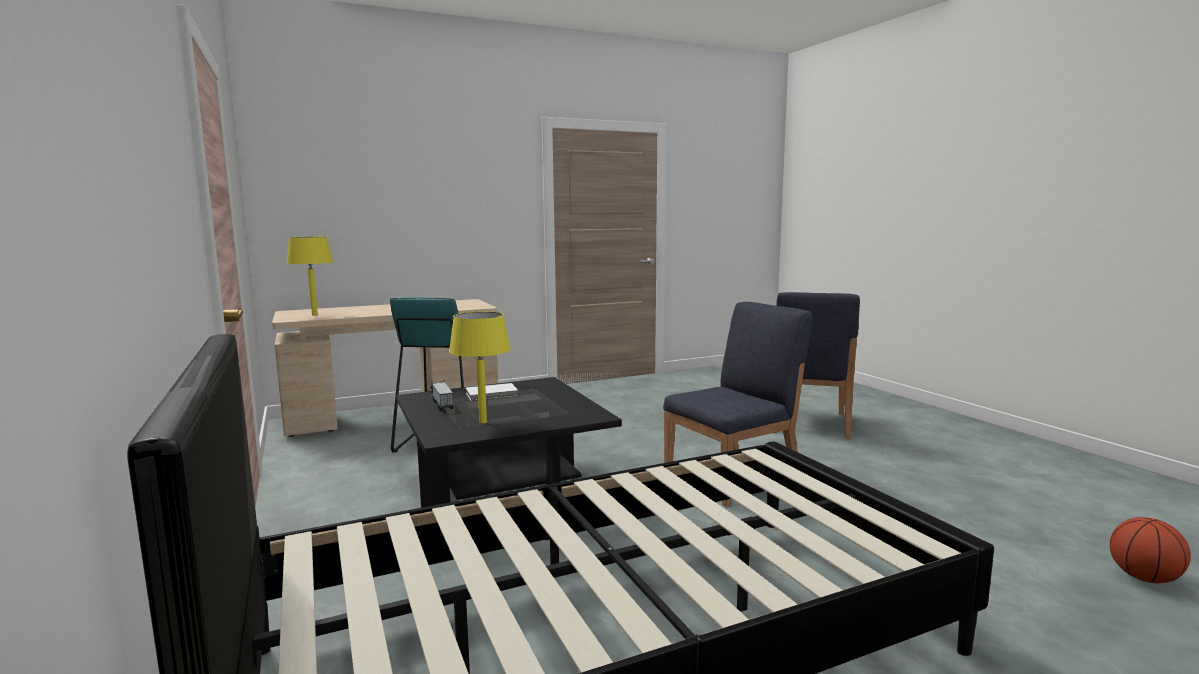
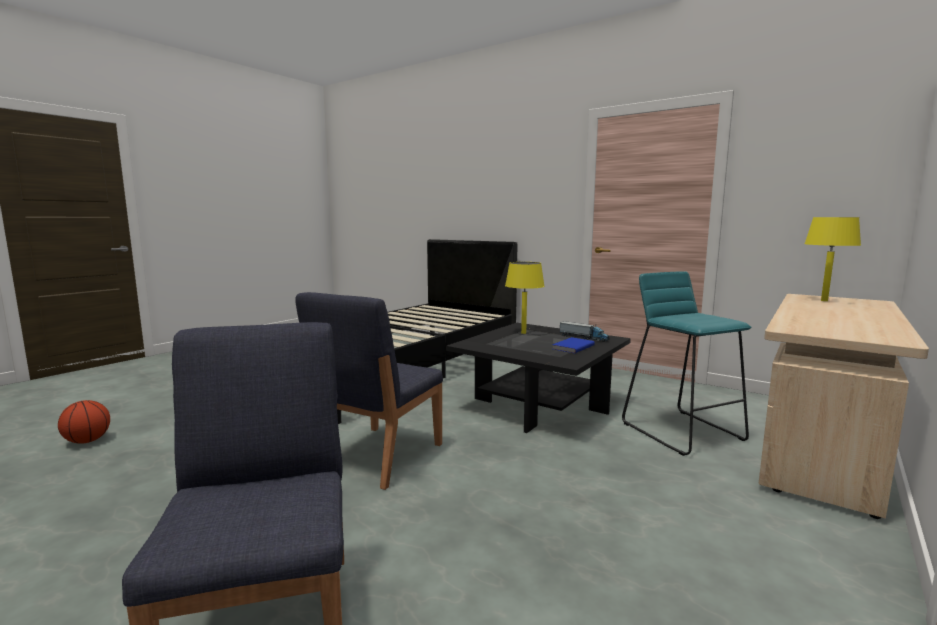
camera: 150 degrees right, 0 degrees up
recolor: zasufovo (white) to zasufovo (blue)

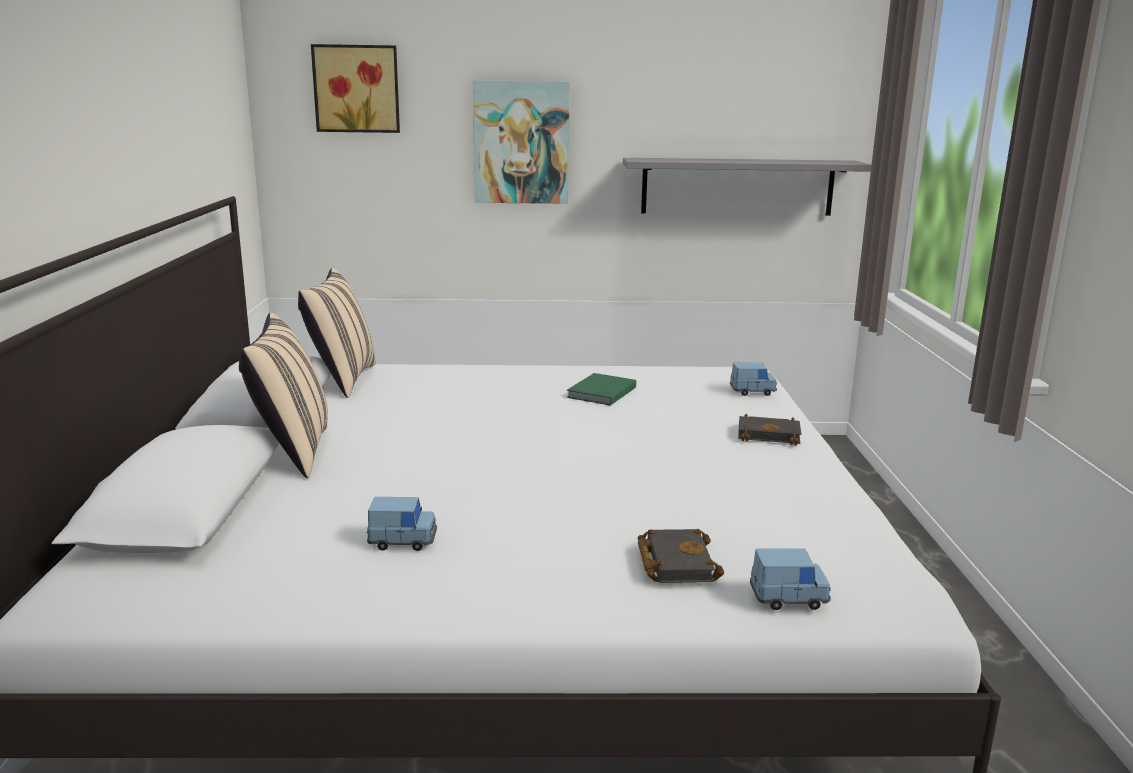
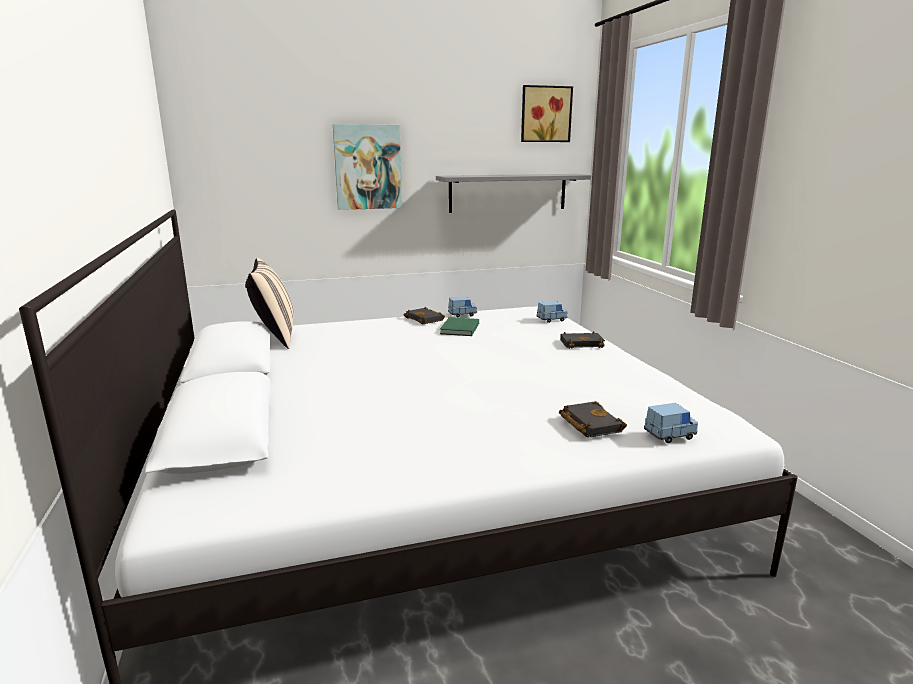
camera: 15 degrees left, 0 degrees up
delete: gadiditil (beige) (1st from left)
insert: zasufovo (black) (1st from left)
move: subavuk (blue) (1st from left); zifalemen (1st from left in the first image) to zifalemen (2nd from left)

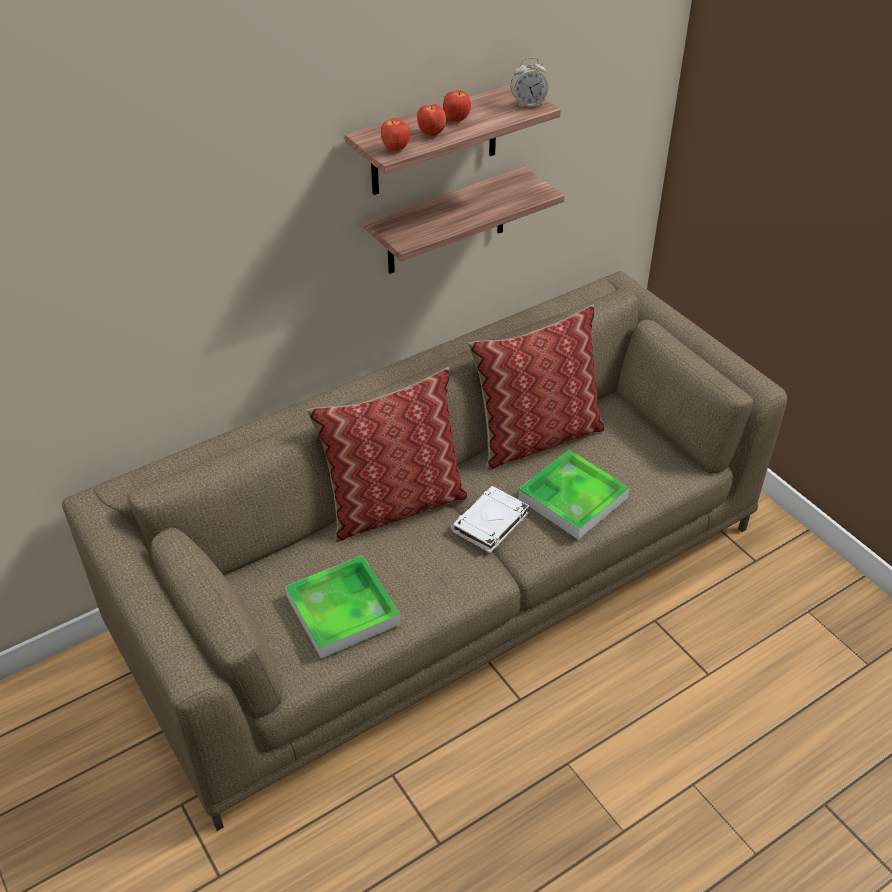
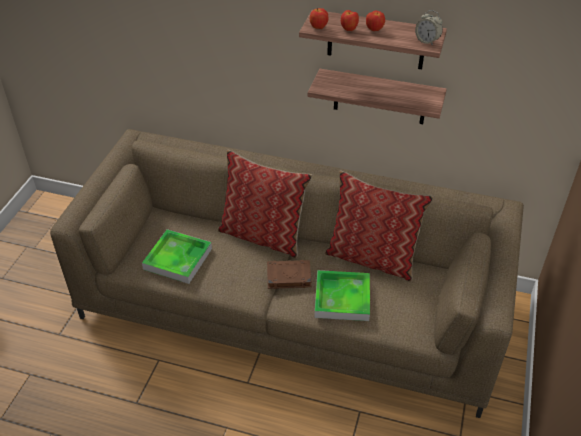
camera: 50 degrees right, 0 degrees up
recolor: zasufovo (white) to zasufovo (brown)

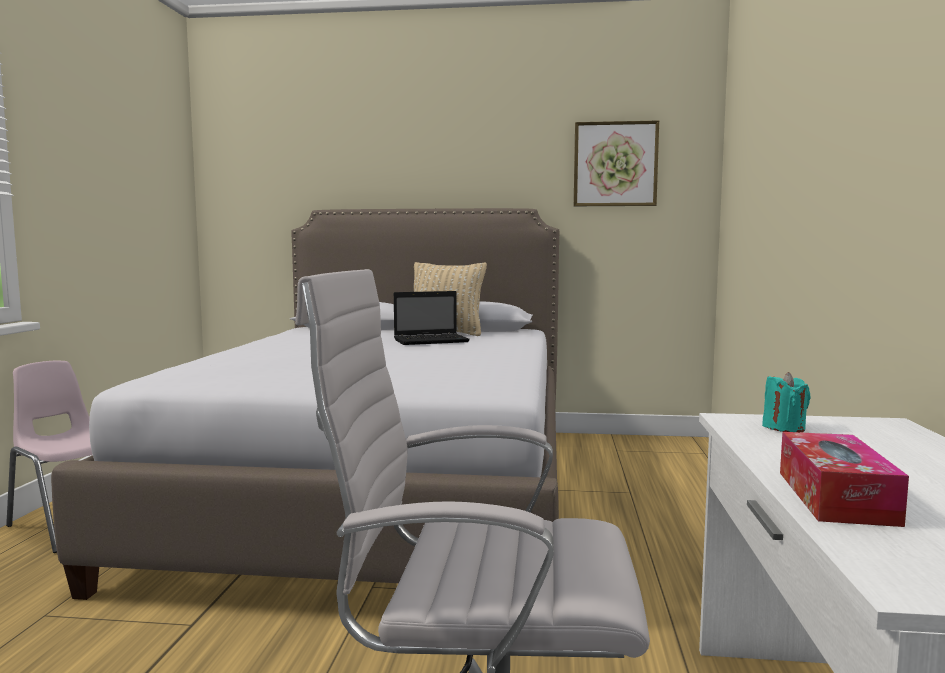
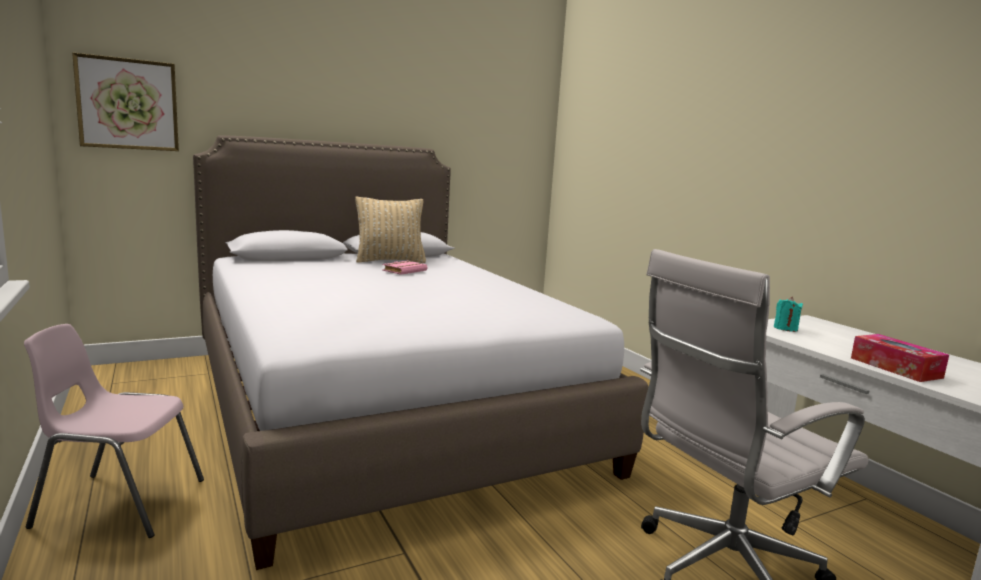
camera: 35 degrees left, 5 degrees up
move: zifalemen
replace: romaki to zasufovo (pink)

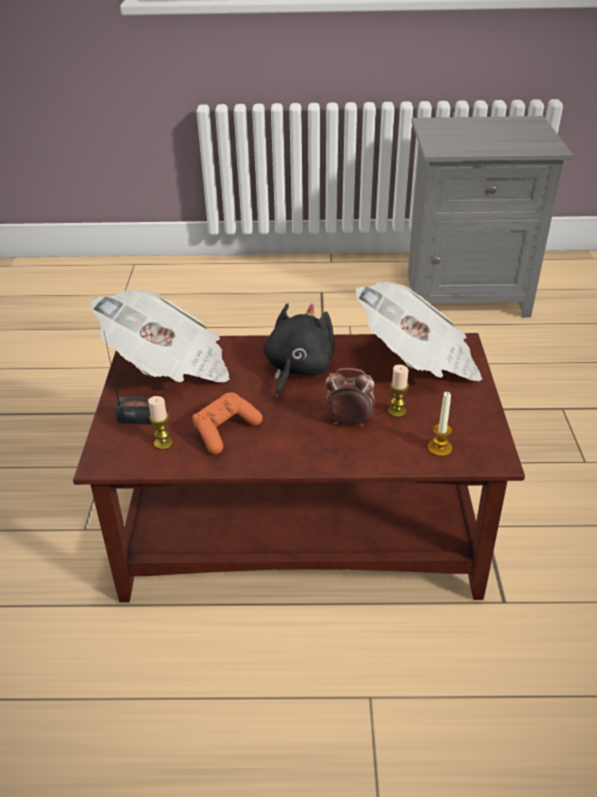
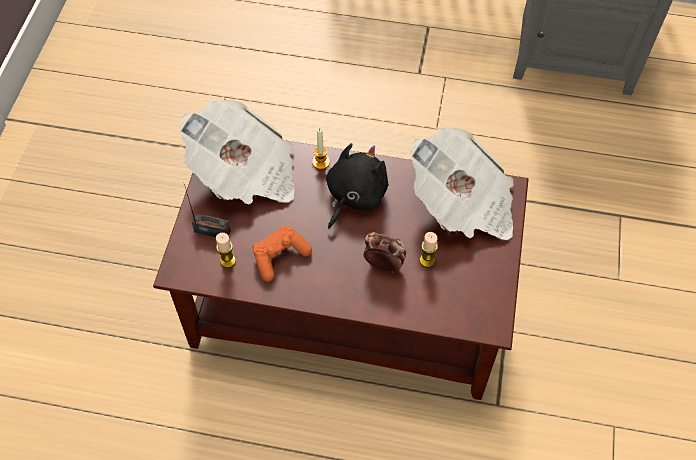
camera: 10 degrees right, 20 degrees up
move: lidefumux (3rd from left in the first image) to lidefumux (2nd from left)

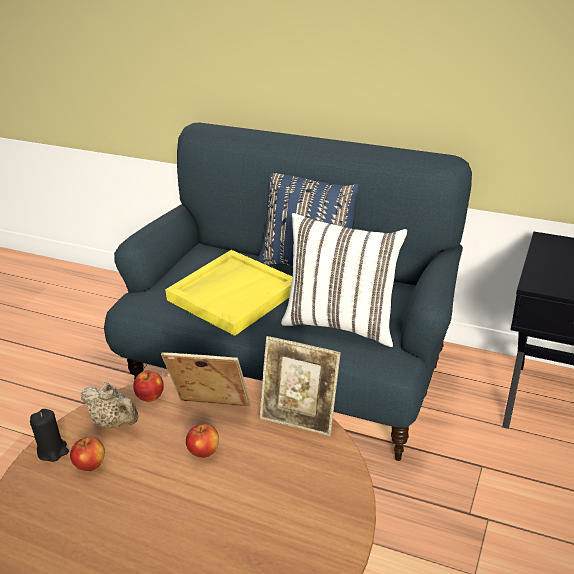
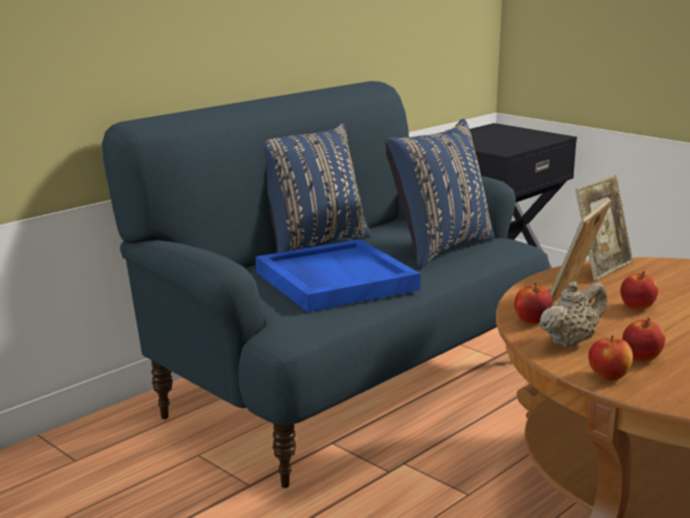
camera: 70 degrees left, 15 degrees down
replace: lidefumux (black) to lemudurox (2nd from left)
recolor: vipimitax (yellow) to vipimitax (blue); gadiditil (white) to gadiditil (blue) (2nd from left)

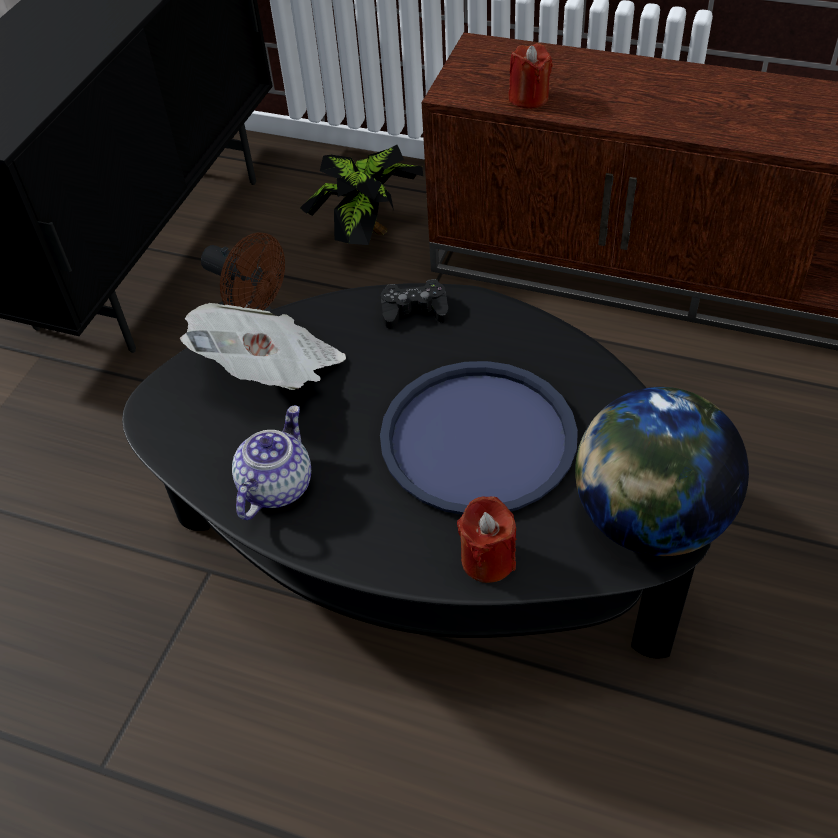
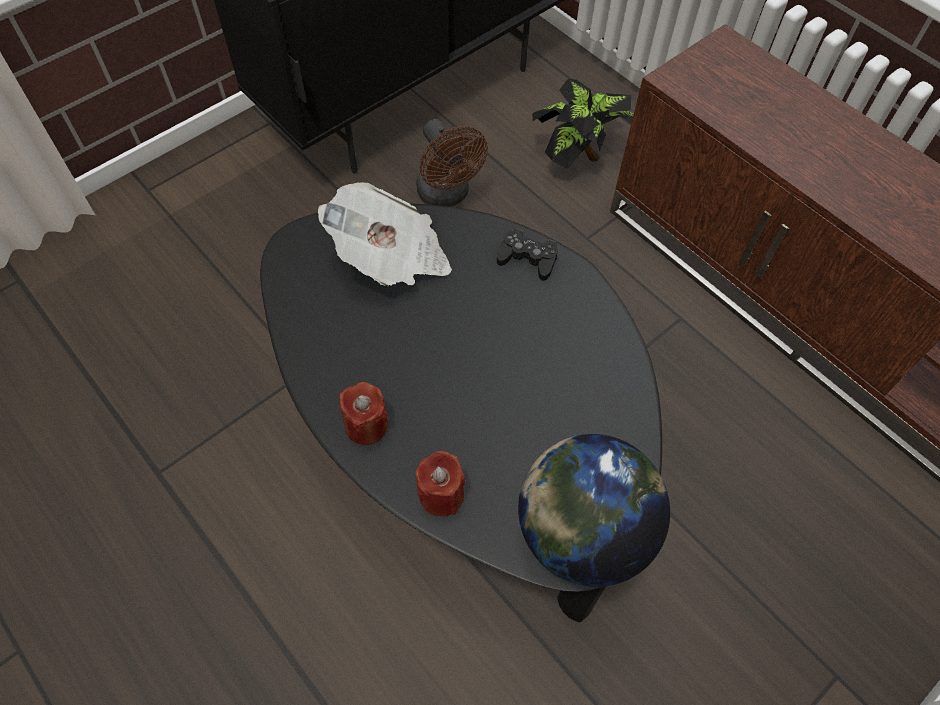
camera: 25 degrees right, 10 degrees up
delete: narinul; vipimitax (blue)
move: lidefumux (red) (2nd from left in the first image) to lidefumux (red) (1st from left)

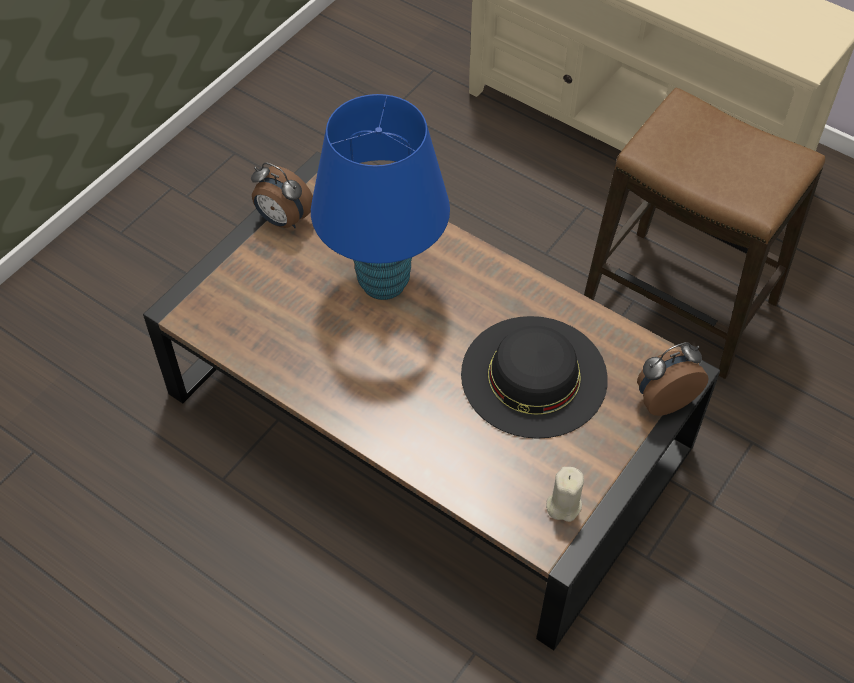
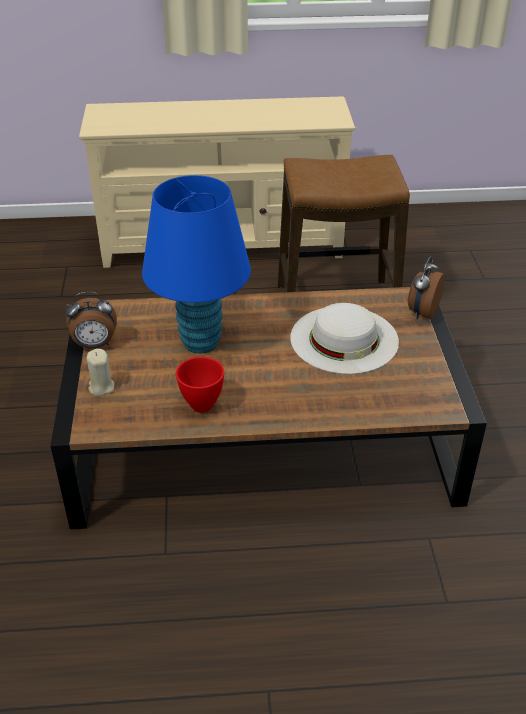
camera: 40 degrees left, 15 degrees down
insert: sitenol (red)
move: lidefumux (beige)
recolor: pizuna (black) to pizuna (white)

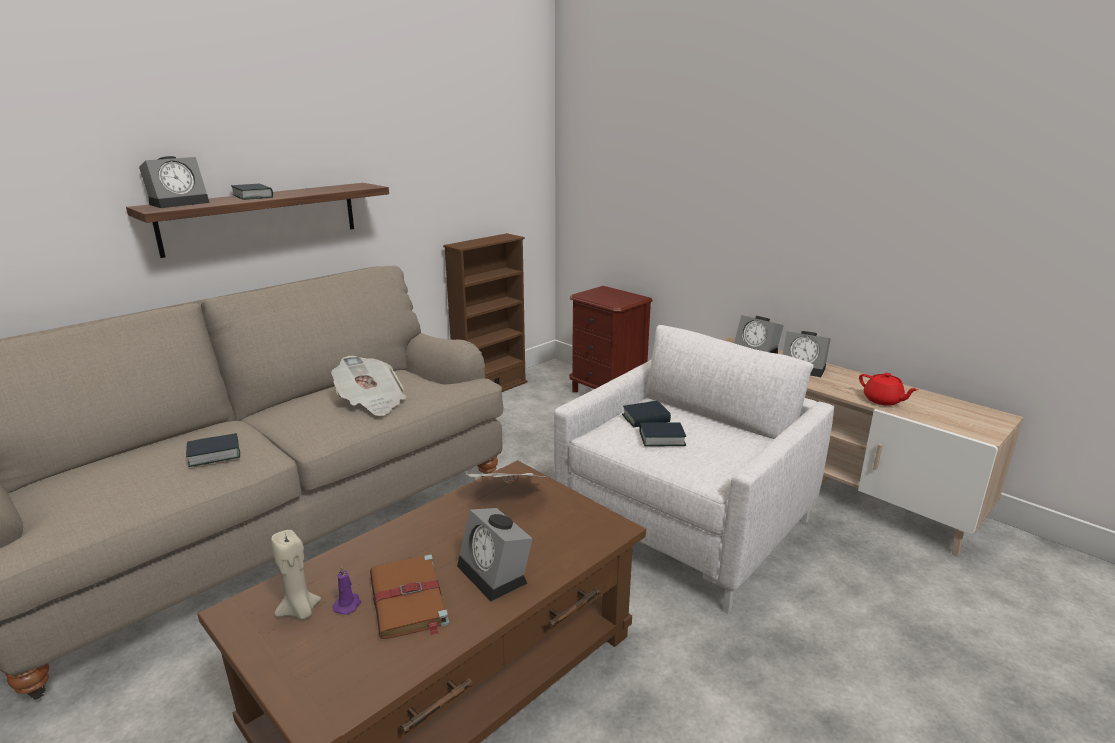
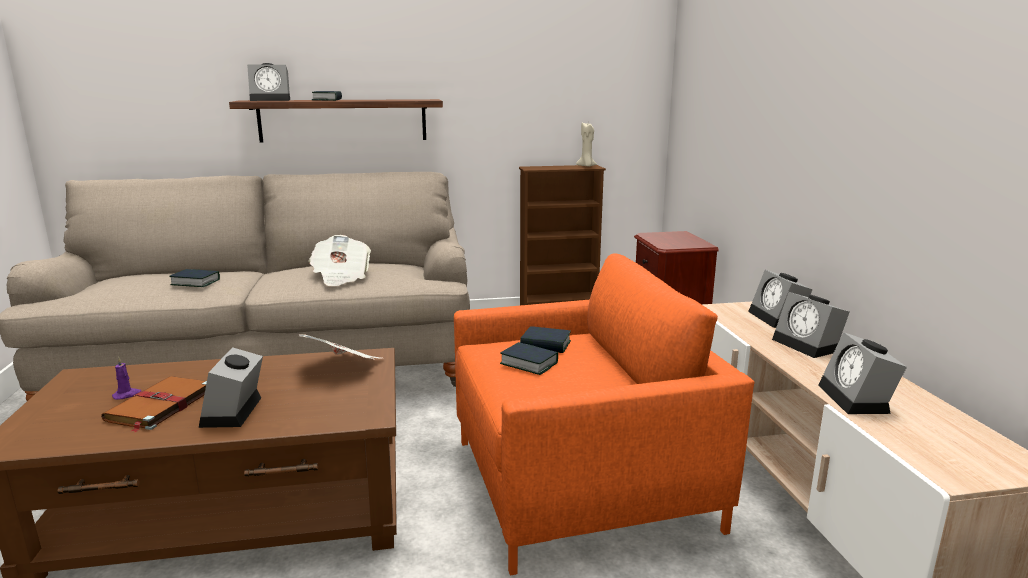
camera: 35 degrees right, 5 degrees down
move: lidefumux (beige)
replace: narinul (red) to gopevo (5th from left)
recolor: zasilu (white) to zasilu (orange)

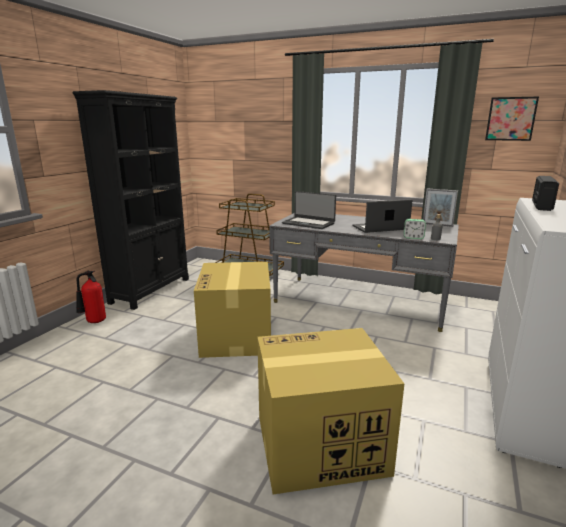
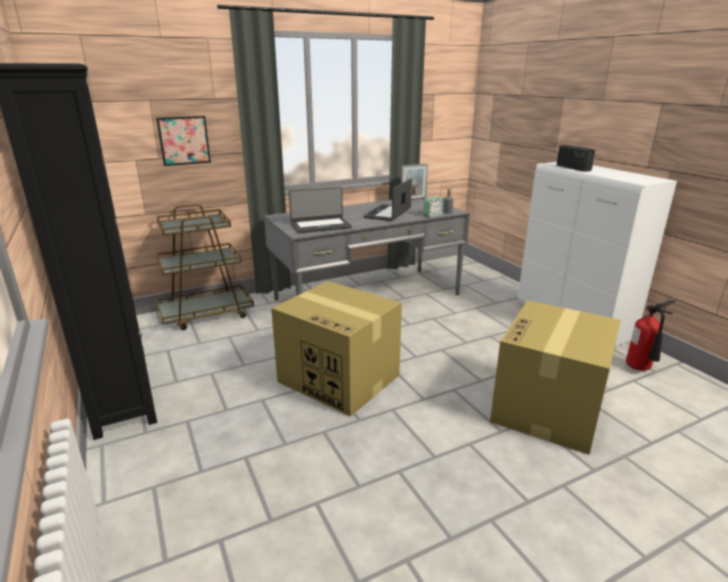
camera: 50 degrees left, 5 degrees up
move: zifalemen; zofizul

